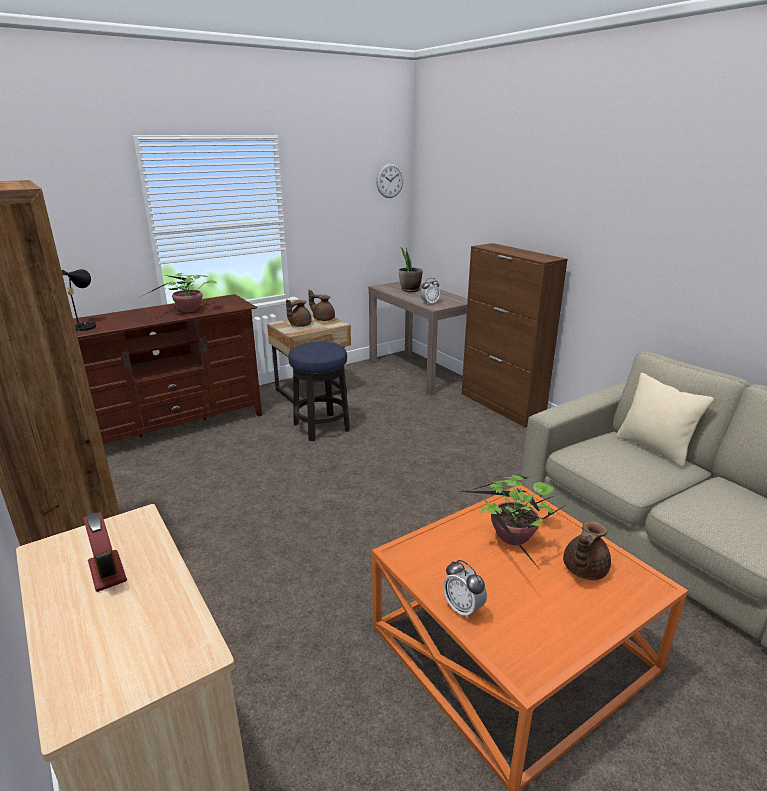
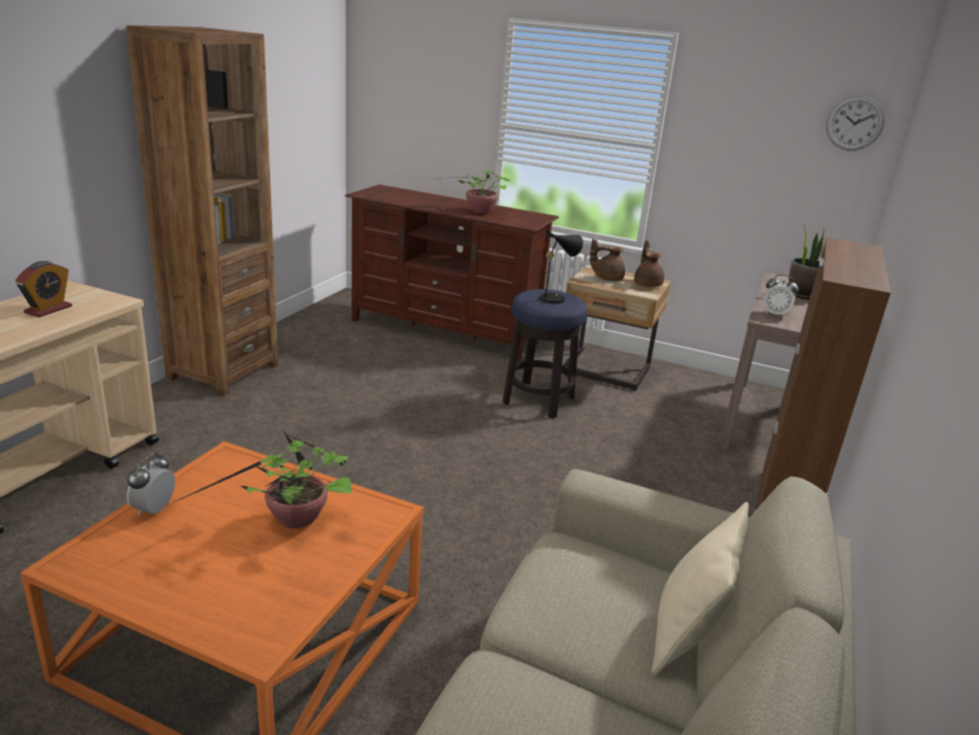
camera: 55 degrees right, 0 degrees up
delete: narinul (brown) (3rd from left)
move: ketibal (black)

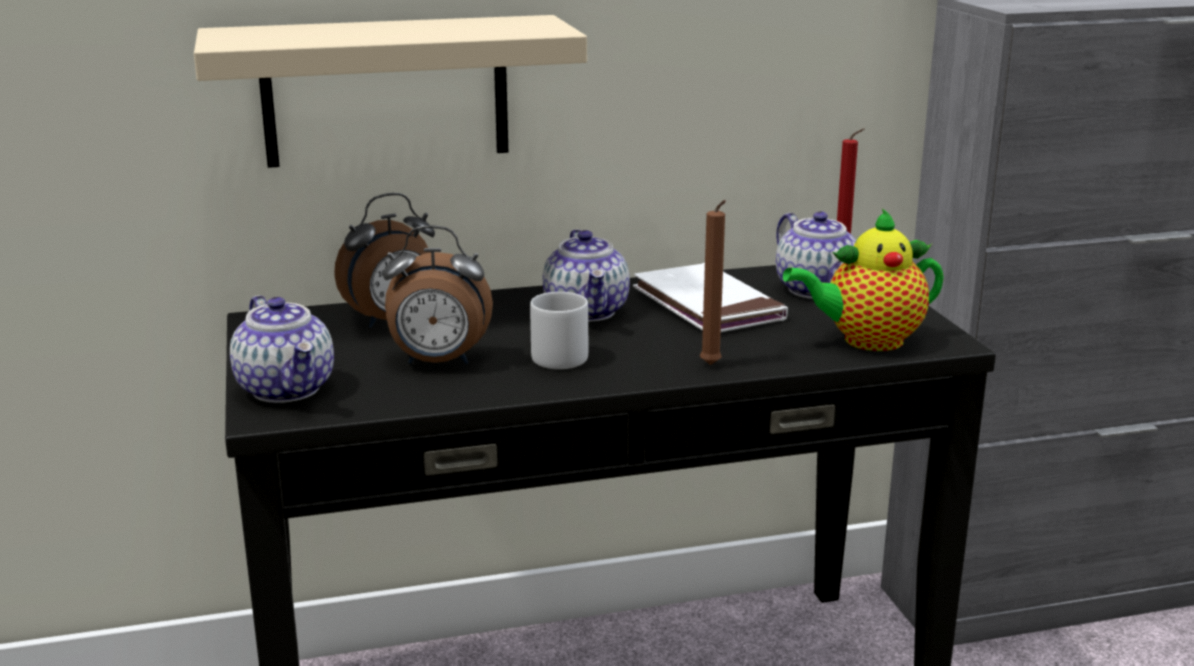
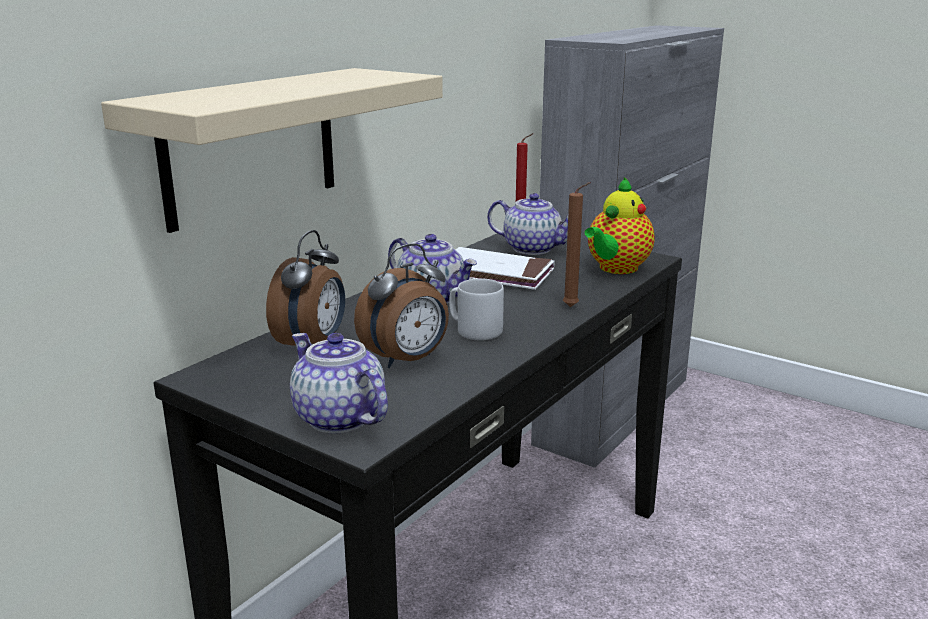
camera: 40 degrees left, 0 degrees up
rotate: narinul (1st from left) 150 degrees counterclockwise

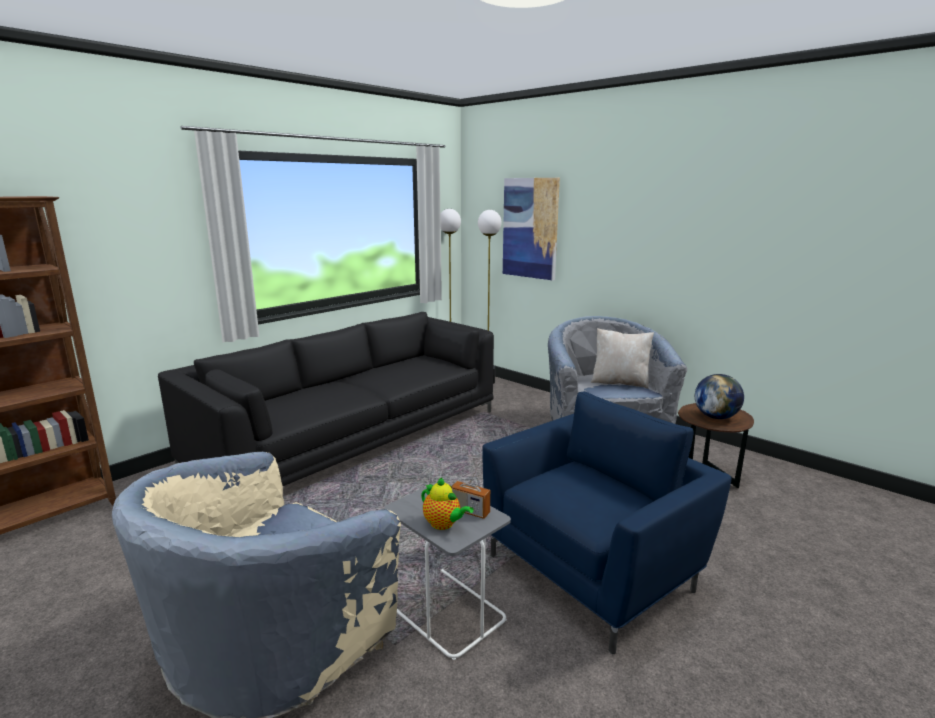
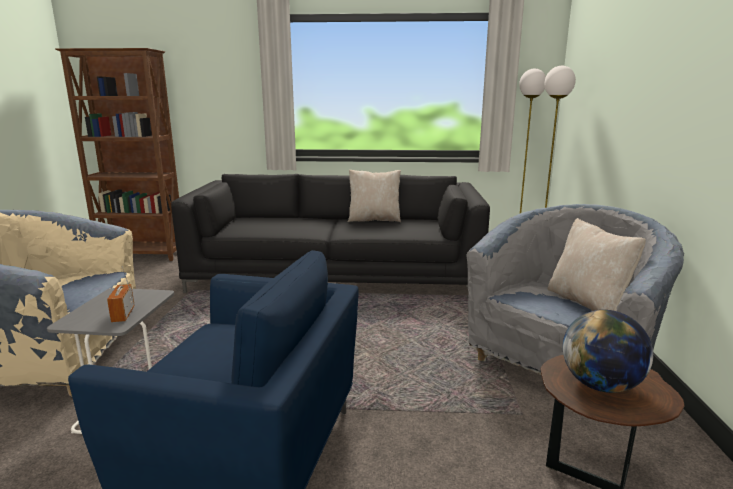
camera: 50 degrees right, 0 degrees up
delete: narinul; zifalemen
insert: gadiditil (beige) (1st from left)

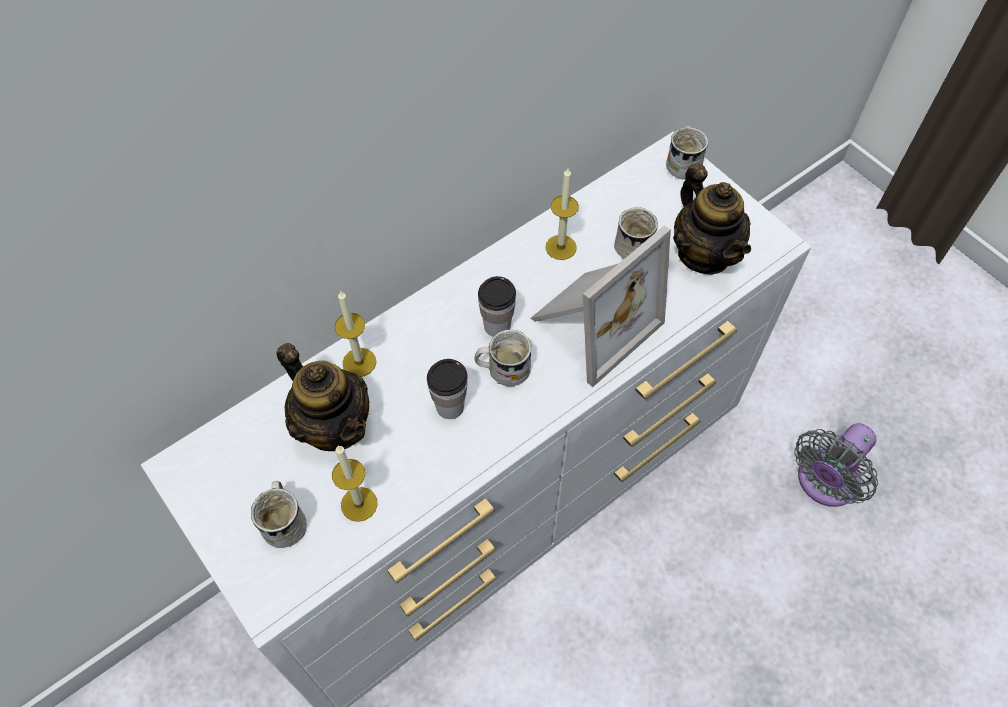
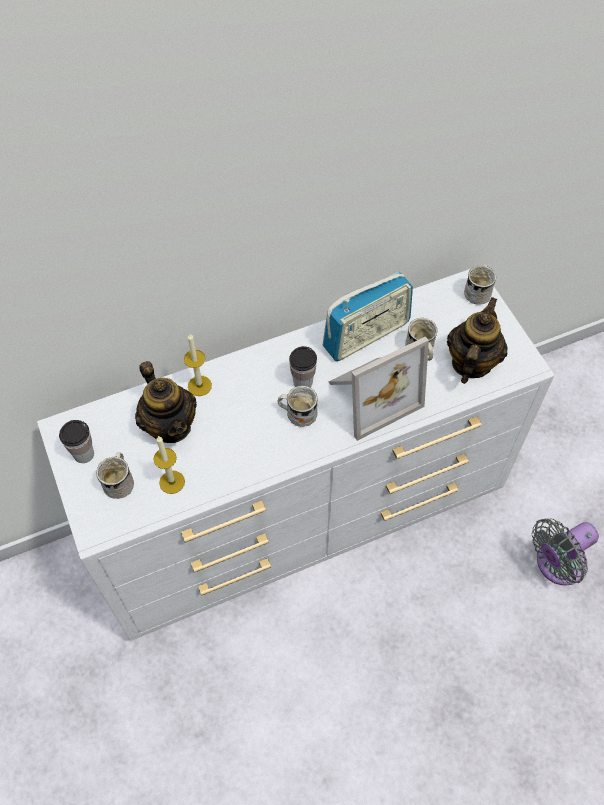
camera: 15 degrees right, 0 degrees up
move: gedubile (1st from left)
replace: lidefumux (3rd from left) to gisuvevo
rotate: narinul (2nd from left) 150 degrees counterclockwise

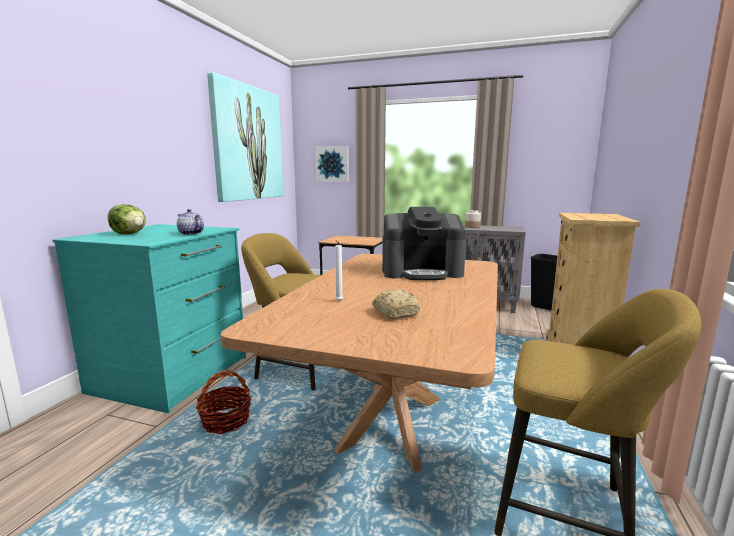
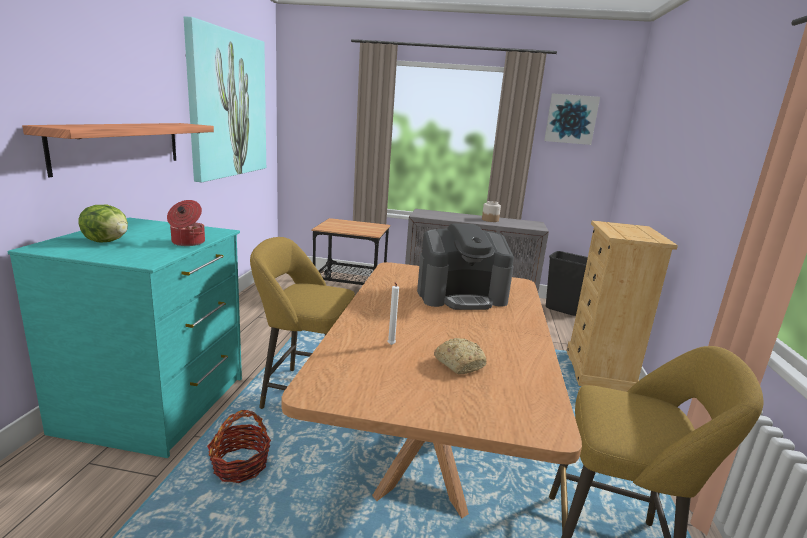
camera: 10 degrees left, 5 degrees up
insert: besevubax
move: zifalemen (2nd from left)
replace: narinul to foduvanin

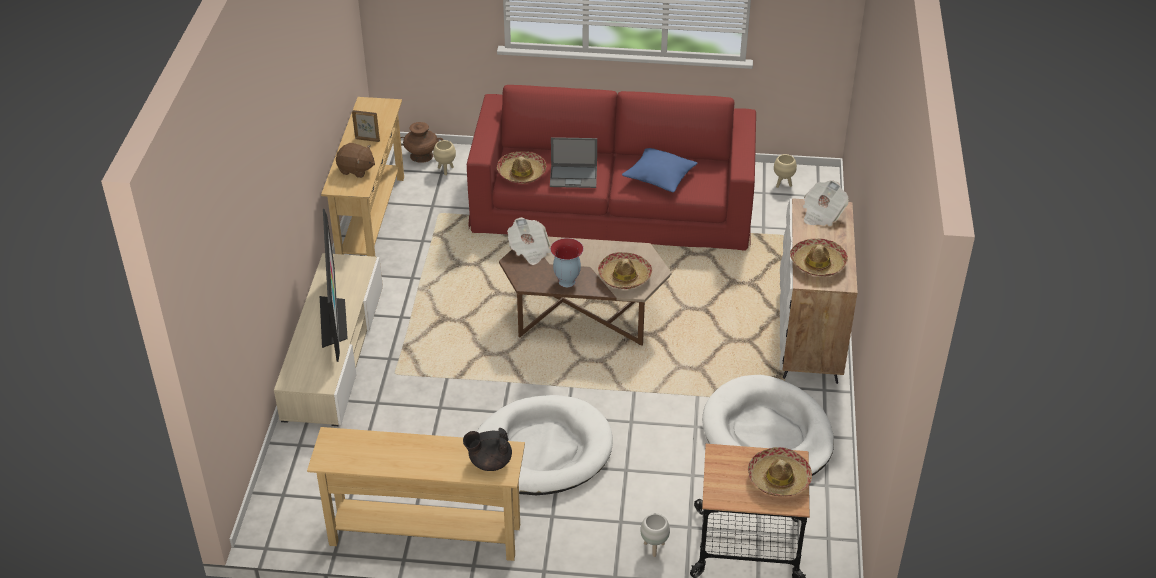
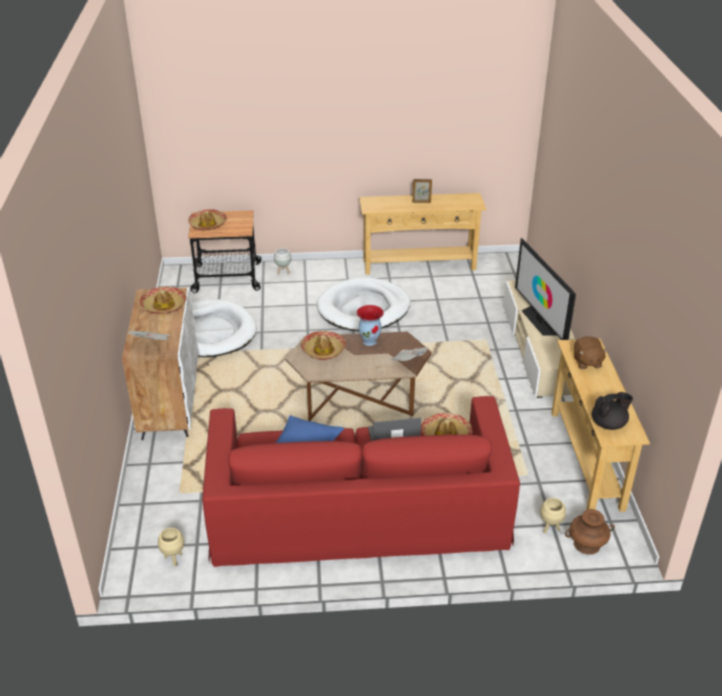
camera: 170 degrees right, 5 degrees down
move: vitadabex; narinul (black)
rotate: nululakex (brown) 105 degrees counterclockwise

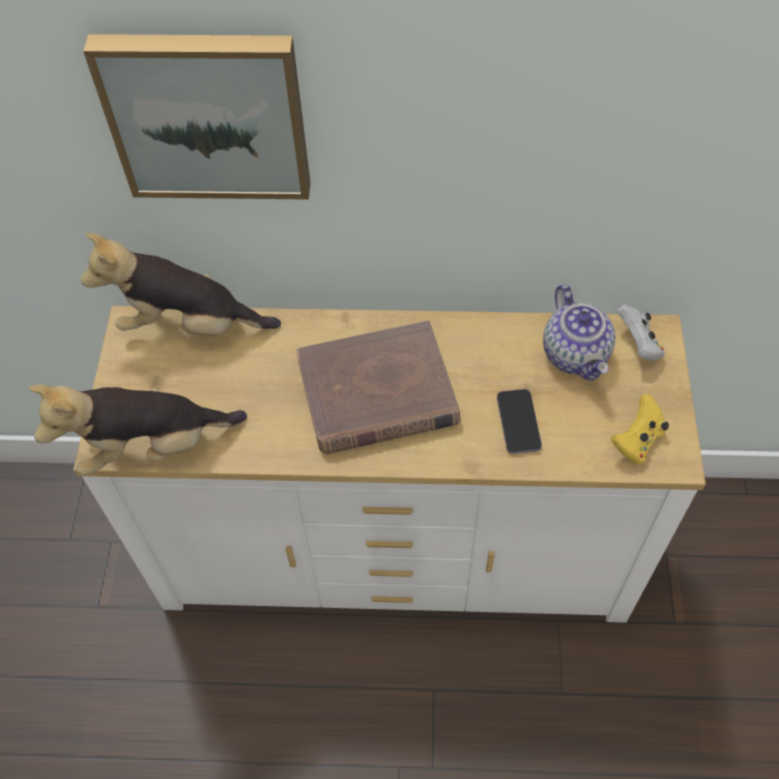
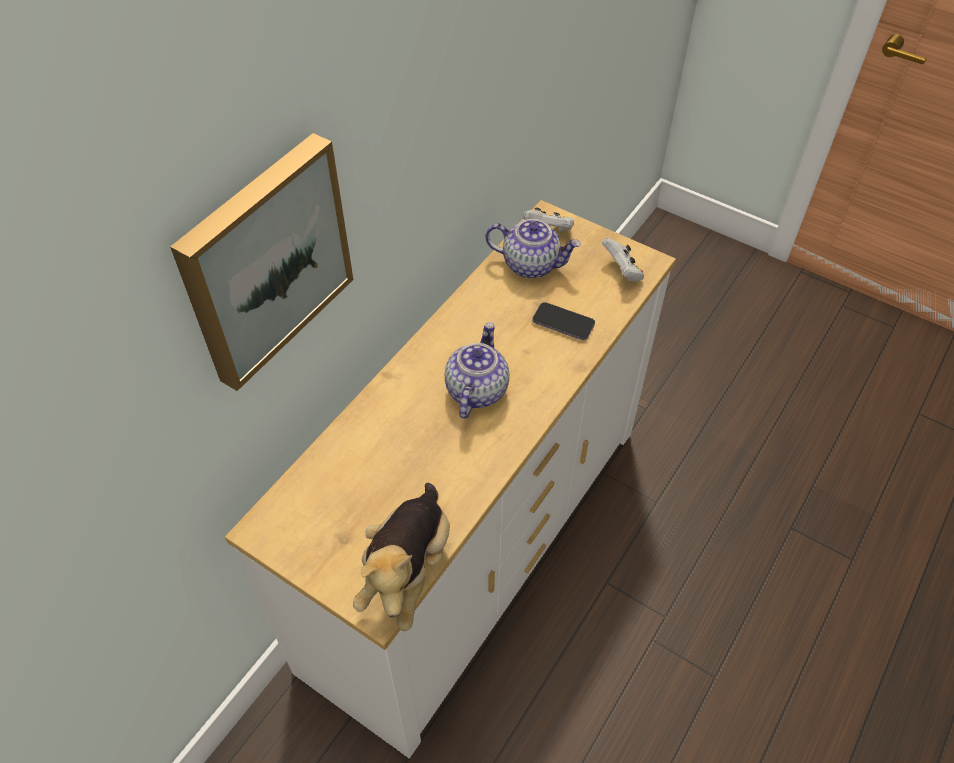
camera: 60 degrees left, 5 degrees down
delete: nululakex (2nd from left)
replace: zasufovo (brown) to narinul (1st from left)
recolor: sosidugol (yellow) to sosidugol (white) (2nd from left)

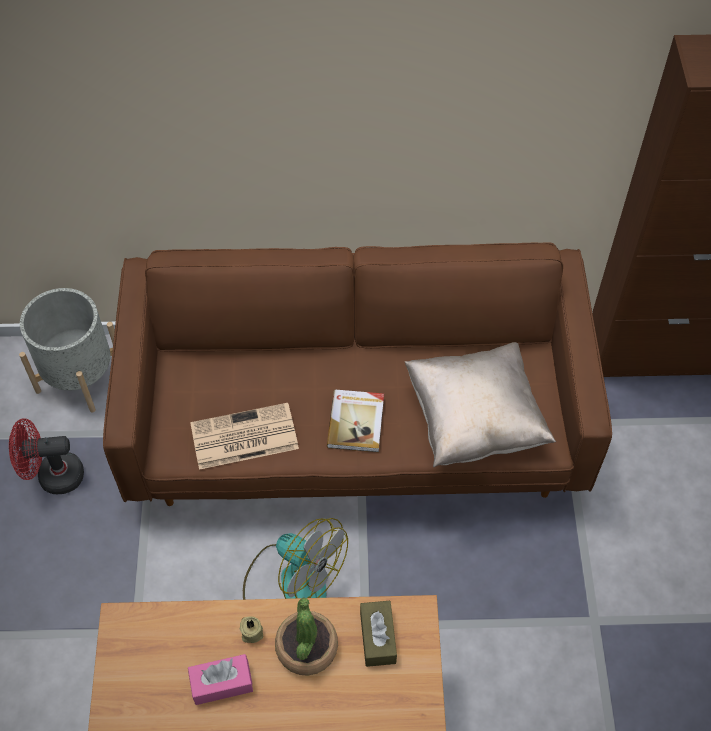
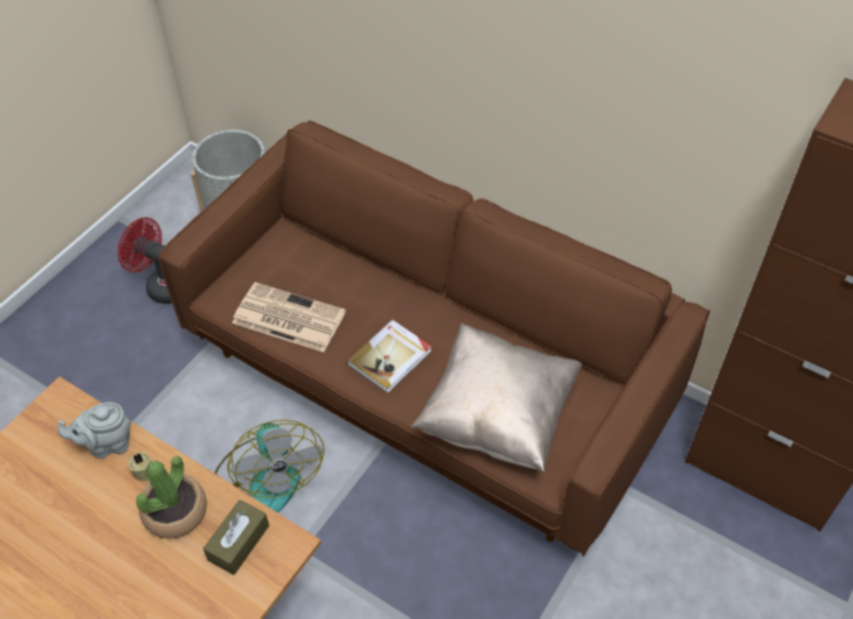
camera: 35 degrees right, 5 degrees down
delete: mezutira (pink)
insert: narinul (grey)

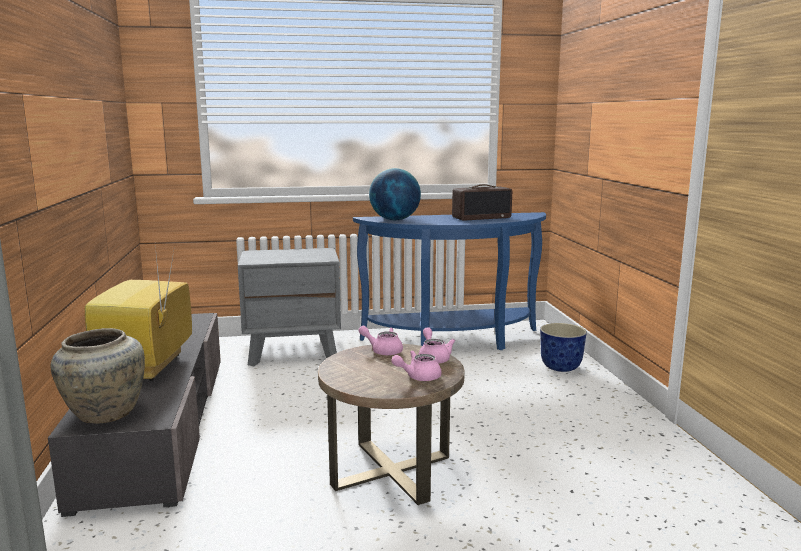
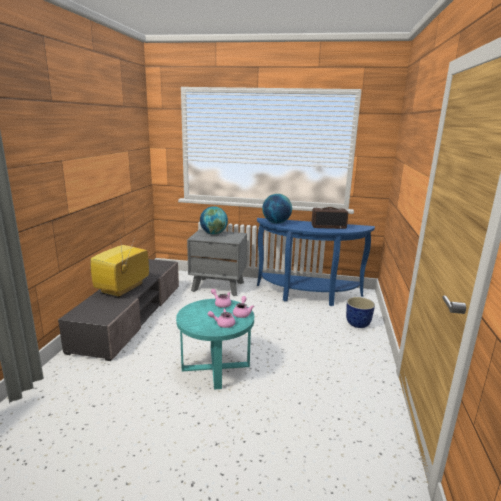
camera: 20 degrees right, 5 degrees up
delete: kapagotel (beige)
insert: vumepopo (1st from left)
recolor: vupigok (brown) to vupigok (turquoise)

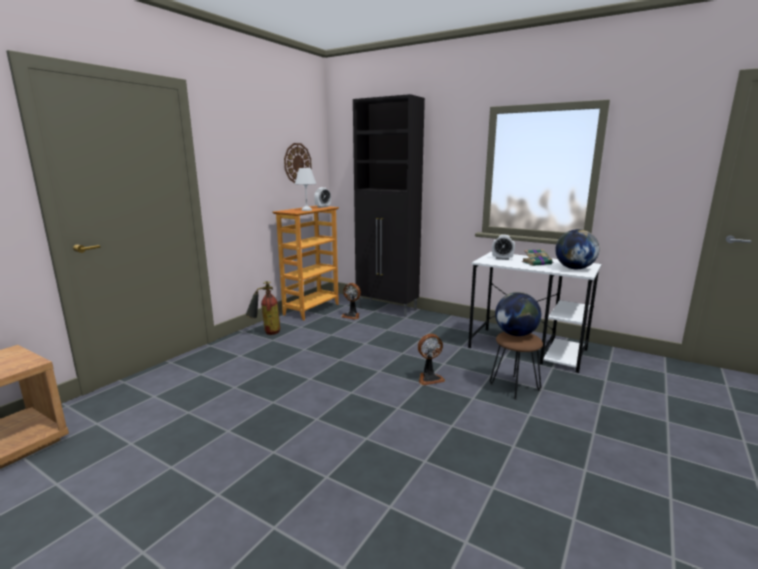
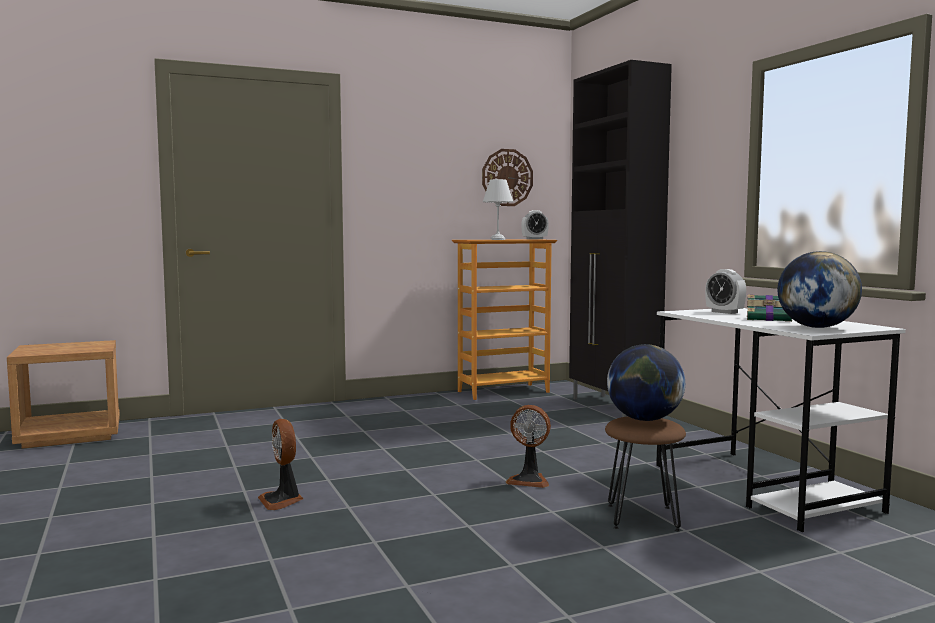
camera: 35 degrees right, 10 degrees down
delete: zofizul
move: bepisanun (1st from left)

